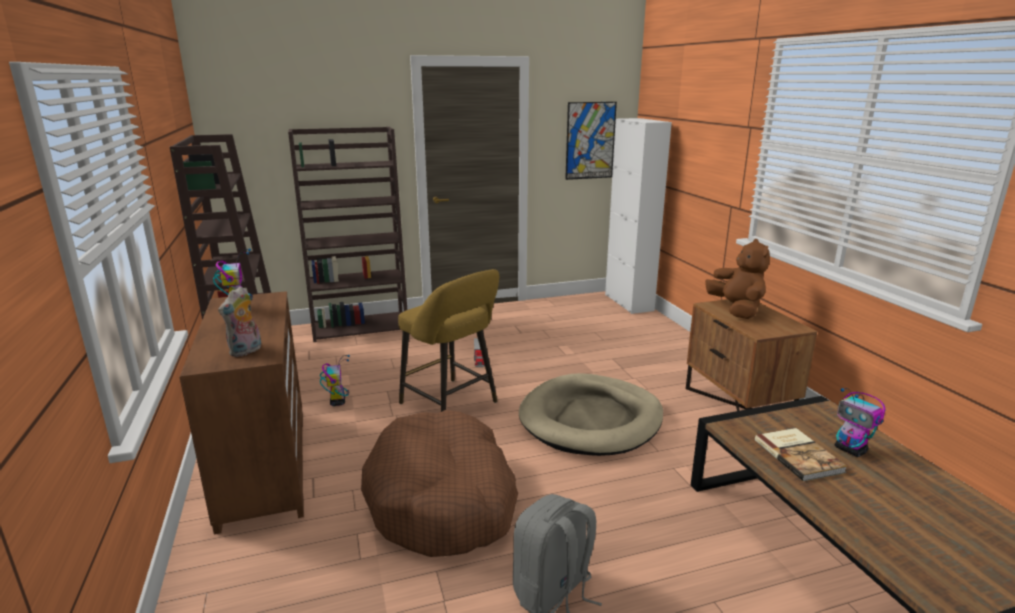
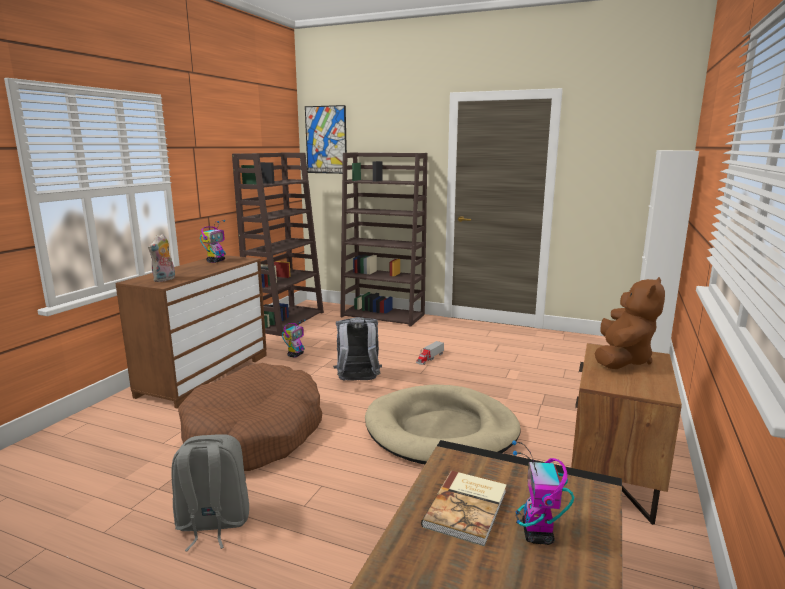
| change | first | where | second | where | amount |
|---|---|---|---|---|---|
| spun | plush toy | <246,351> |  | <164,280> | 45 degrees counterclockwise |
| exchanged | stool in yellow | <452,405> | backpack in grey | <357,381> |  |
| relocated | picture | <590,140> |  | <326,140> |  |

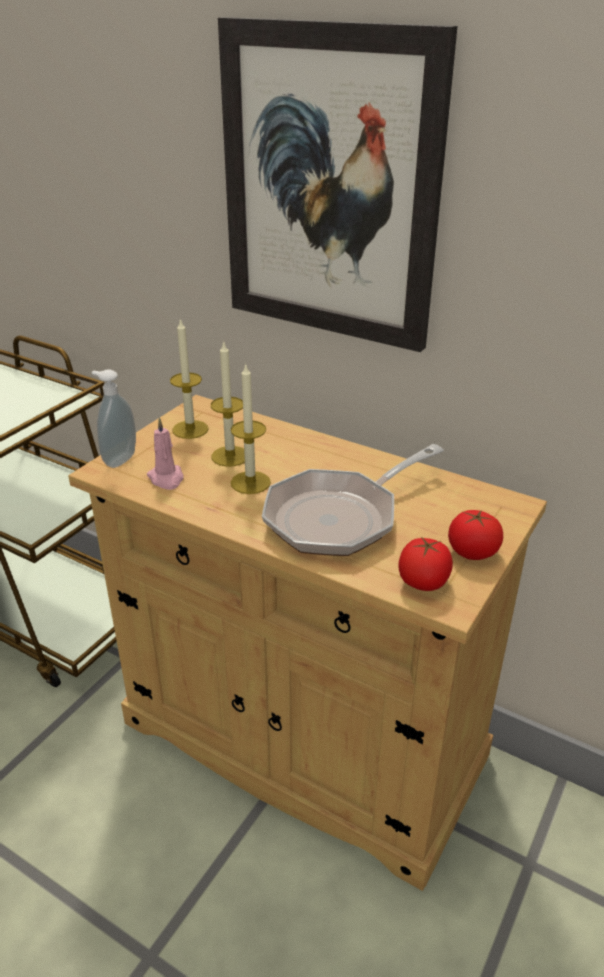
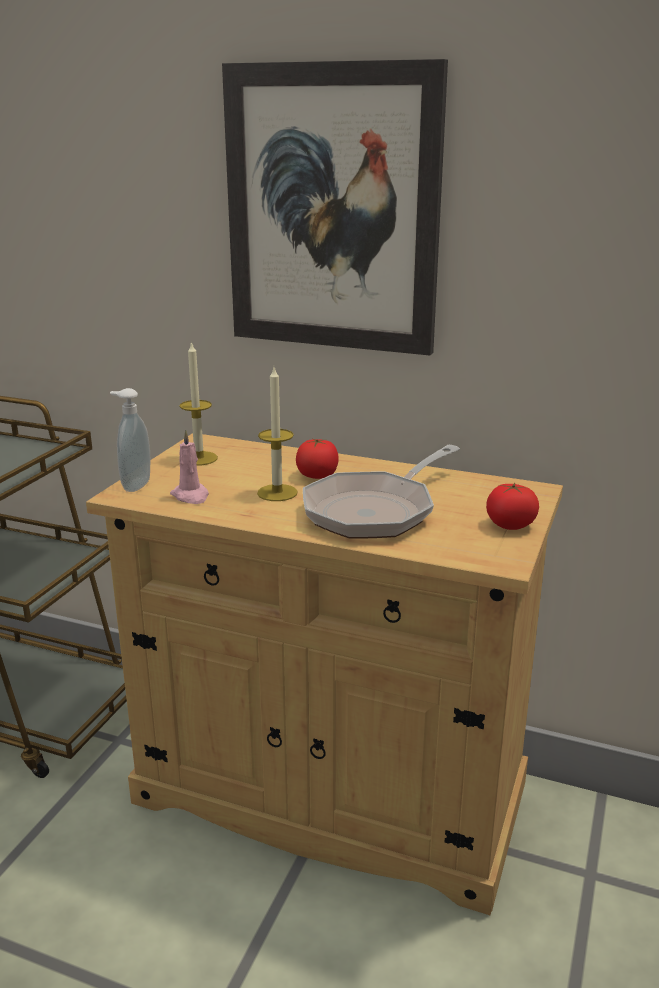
| change | first | where | second | where | amount |
|---|---|---|---|---|---|
| missing | candle | <230,456> |  |  |  |
| relocated | tomato | <423,582> |  | <317,476> |  |

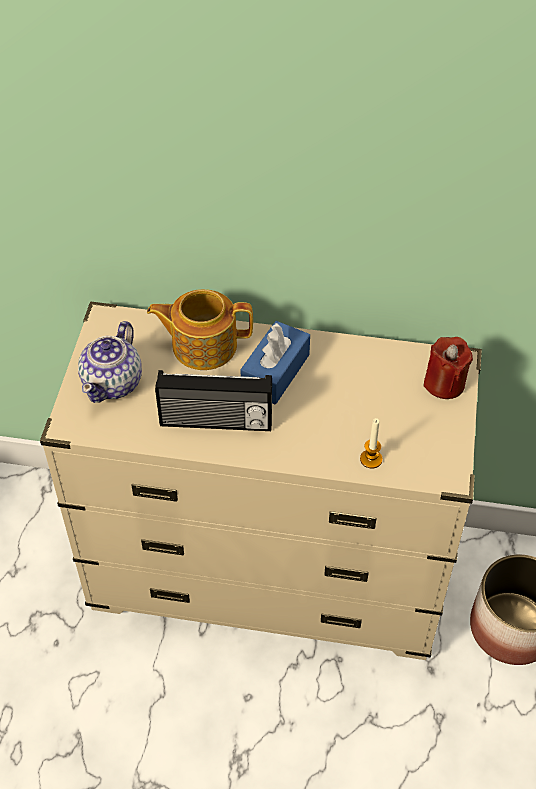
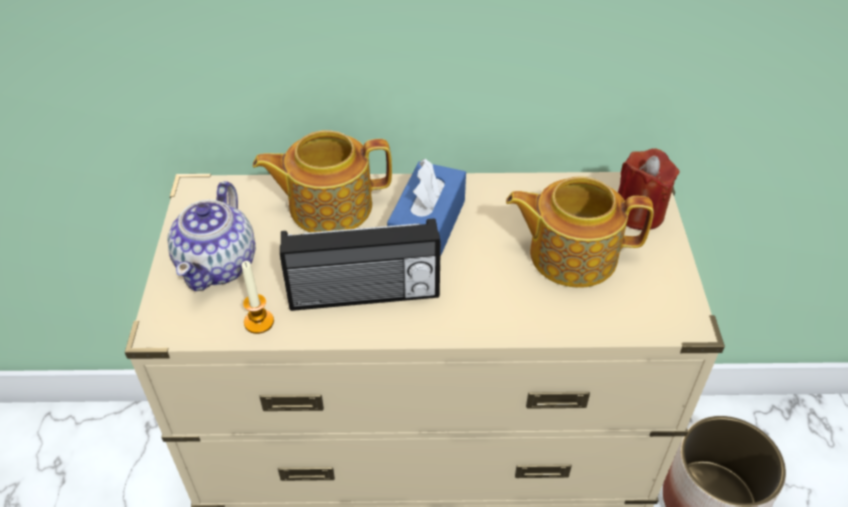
| change | first | where | second | where | amount |
|---|---|---|---|---|---|
| relocated | candle | <371,459> |  | <259,322> |  |
| appeared |  |  | teapot | <571,254> |  |

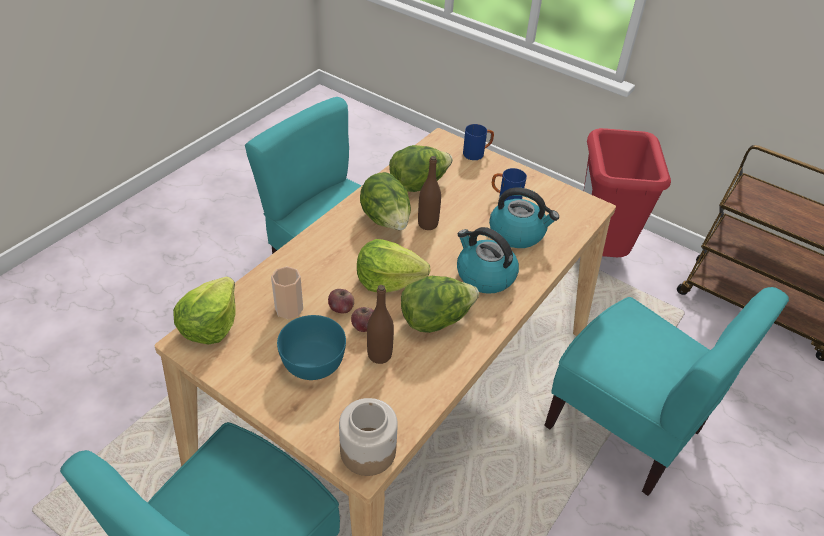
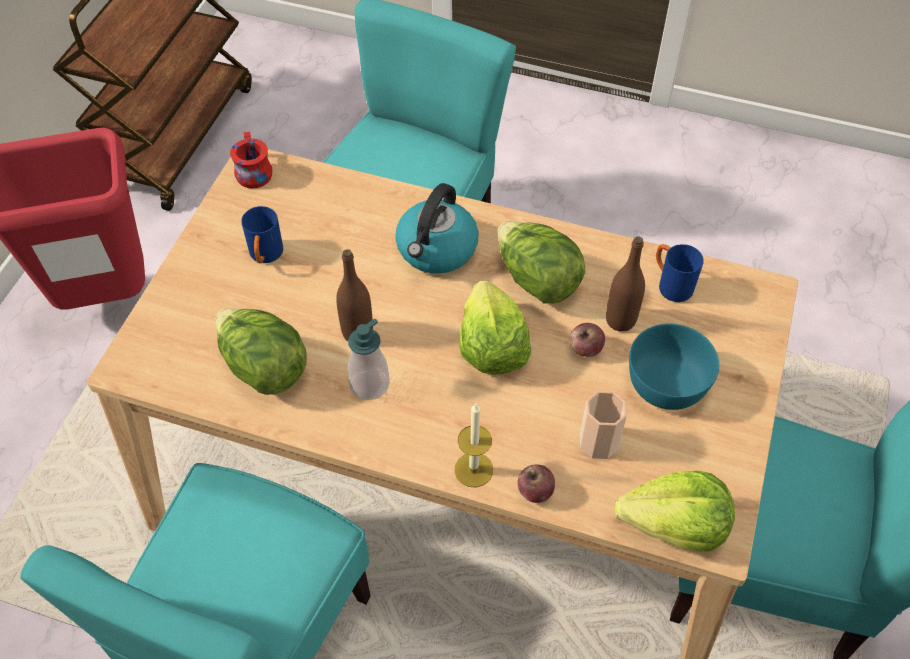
| change | first | where | second | where | amount |
|---|---|---|---|---|---|
| relocated | apple | <341,308> |  | <535,491> |  |
| missing | jar | <368,450> |  |  |  |
| exchanged | lettuce | <386,221> | soap dispenser | <369,384> |  |
| relocated | mug in blue | <477,153> |  | <670,284> |  |
| missing | kettle | <517,233> |  |  |  |
| appeared |  |  | mug in red | <250,172> |  |
| appeared |  |  | candle | <473,469> |  |

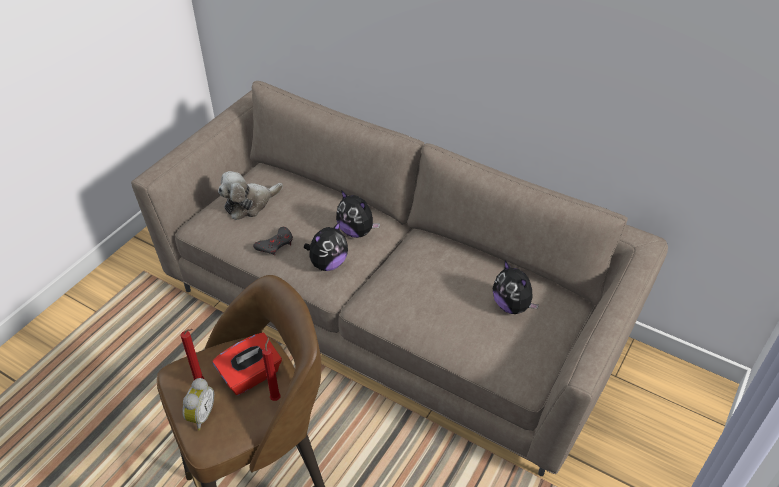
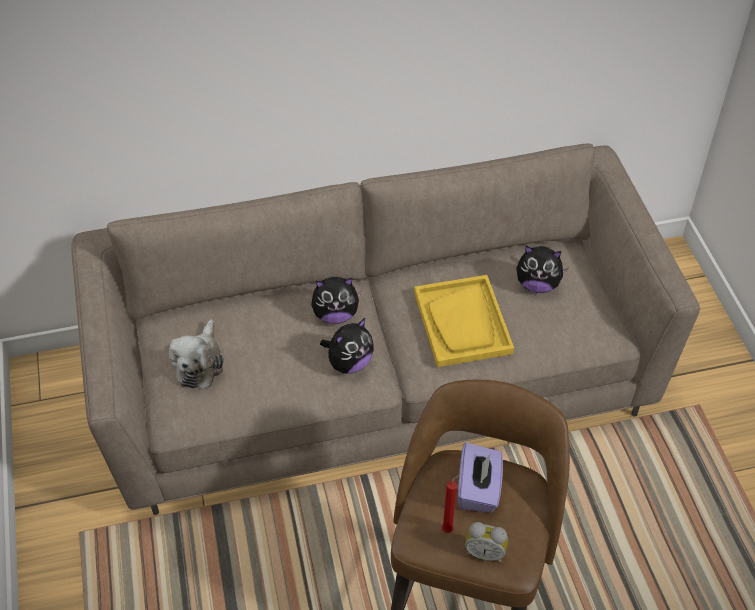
| change | first | where | second | where | amount |
|---|---|---|---|---|---|
| spun | alarm clock | <200,416> |  | <485,552> | 135 degrees clockwise |
| colour | tissue box in red | <251,376> | tissue box in purple | <478,489> |  |
| missing | game controller in grey | <275,244> |  |  |  |
| missing | candle in red | <276,397> |  |  |  |
| spun | plush toy | <328,263> |  | <349,363> | 45 degrees clockwise |
| appeared |  |  | tray in yellow | <463,323> |  |

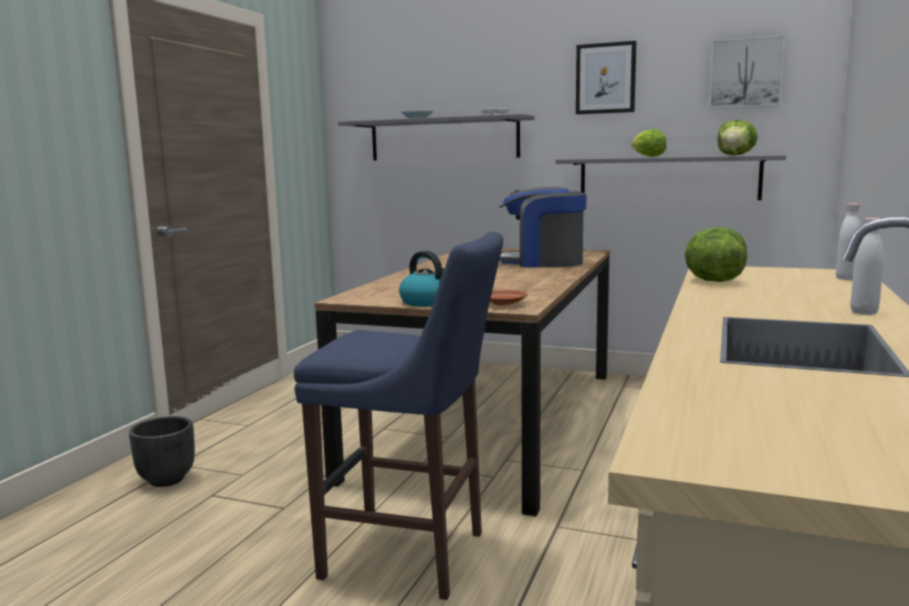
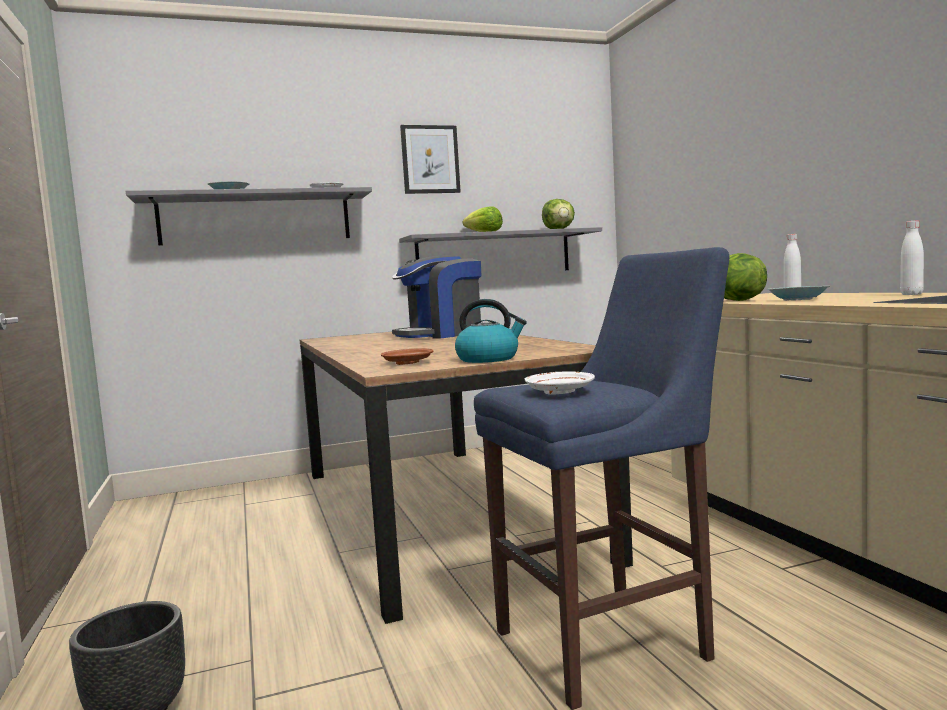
| change | first | where | second | where | amount |
|---|---|---|---|---|---|
| relocated | plate in brown | <503,304> |  | <407,363> |  |
| missing | picture | <745,73> |  |  |  |
| appeared |  |  | plate in white | <559,392> |  |
| appeared |  |  | bowl in turquoise | <796,300> |  |

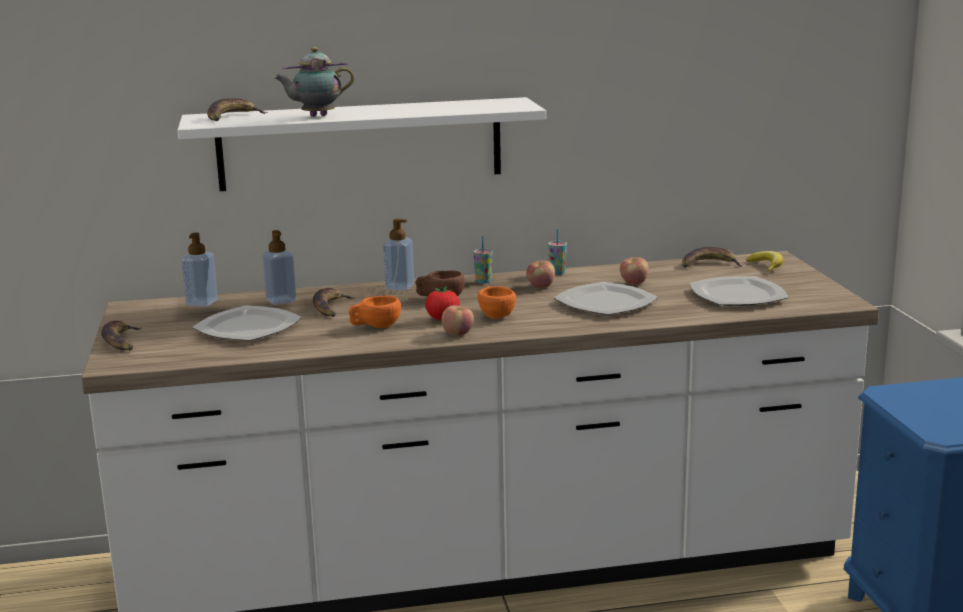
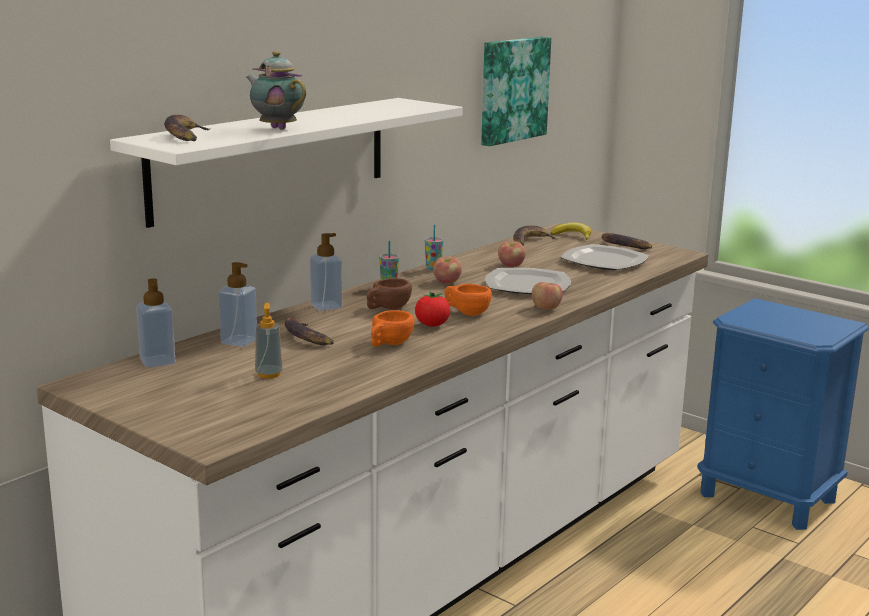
| change | first | where | second | where | amount |
|---|---|---|---|---|---|
| relocated | banana | <121,341> |  | <623,246> |  |
| exchanged | plate | <247,328> | soap dispenser | <269,374> |  |
| spun | teapot | <316,116> |  | <277,128> | 105 degrees clockwise |
| relocated | apple | <457,334> |  | <546,308> |  |
| appeared |  |  | picture | <512,89> |  |

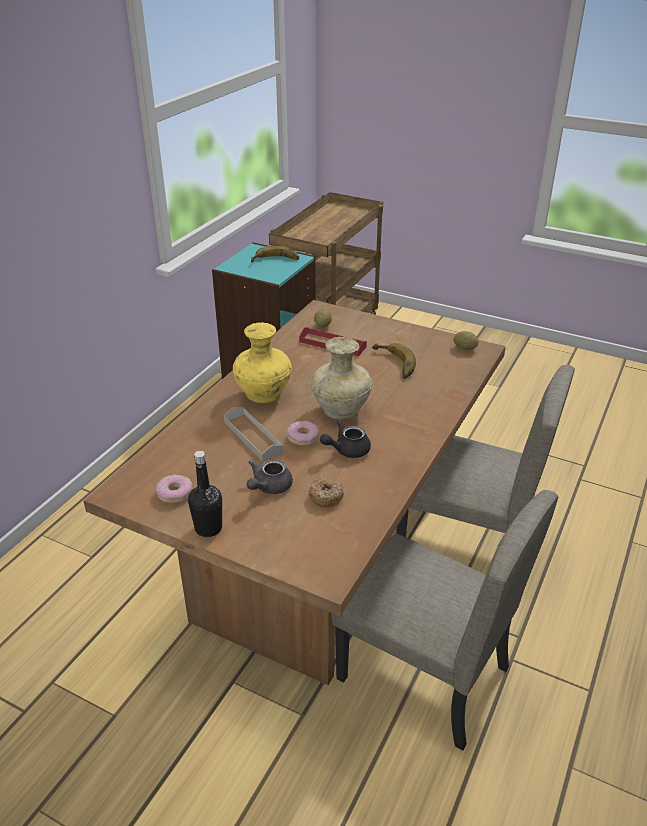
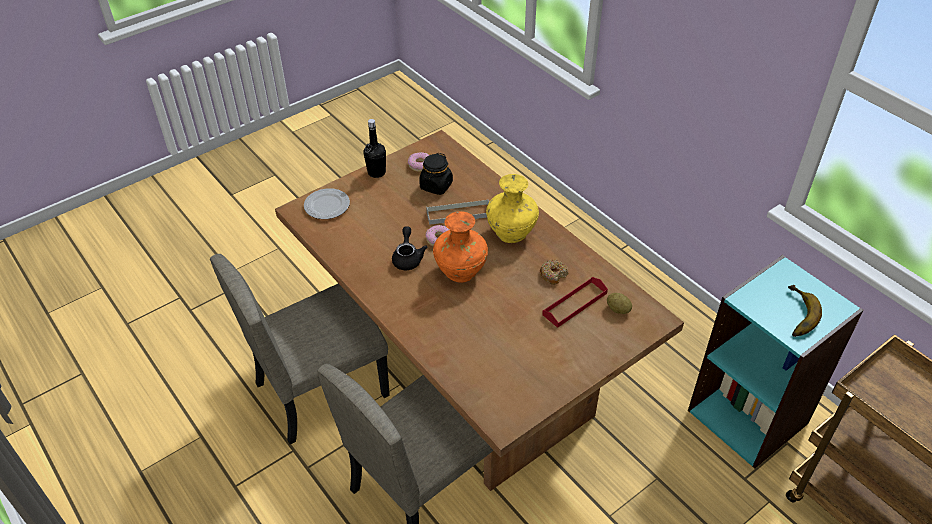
| change | first | where | second | where | amount |
|---|---|---|---|---|---|
| missing | teapot in grey | <269,487> |  |  |  |
| relocated | donut | <325,497> |  | <553,275> |  |
| colour | vase in beige | <342,411> | vase in orange | <460,272> |  |
| missing | banana | <392,364> |  |  |  |
| missing | potato | <464,348> |  |  |  |
| appeared |  |  | plate | <326,206> |  |
| appeared |  |  | jar in black | <436,186> |  |

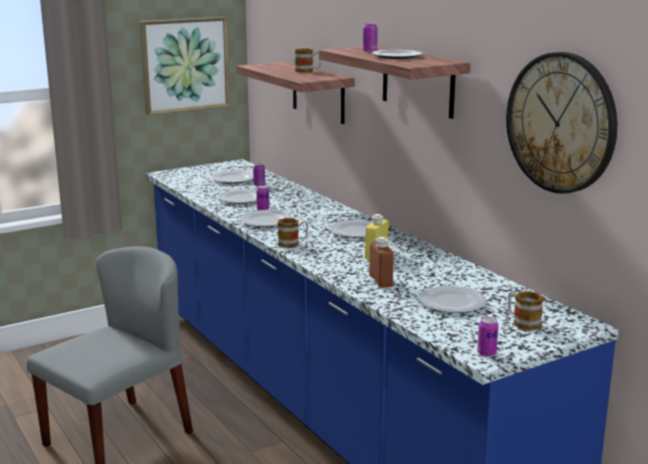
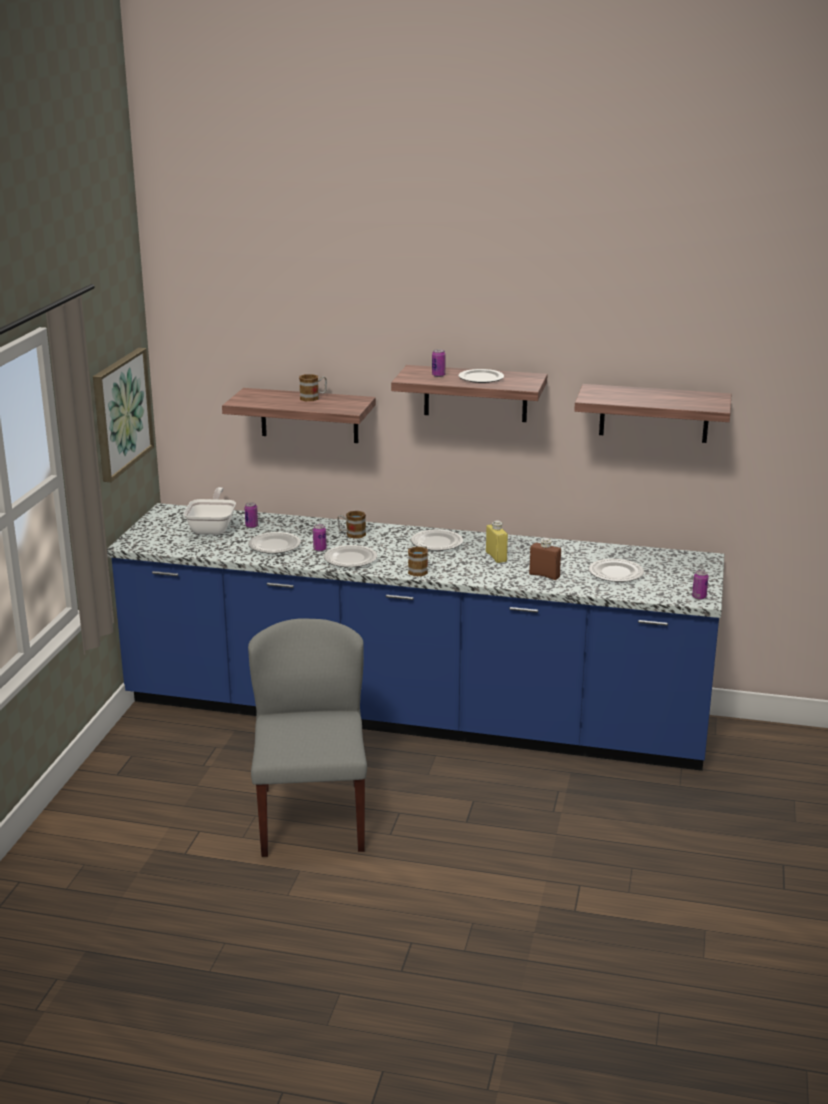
| change | first | where | second | where | amount |
|---|---|---|---|---|---|
| exchanged | plate | <234,179> | frying pan | <213,528> |  |
| exchanged | wall clock | <561,123> | shelf | <654,413> |  |
| relocated | mug | <522,322> |  | <351,534> |  |

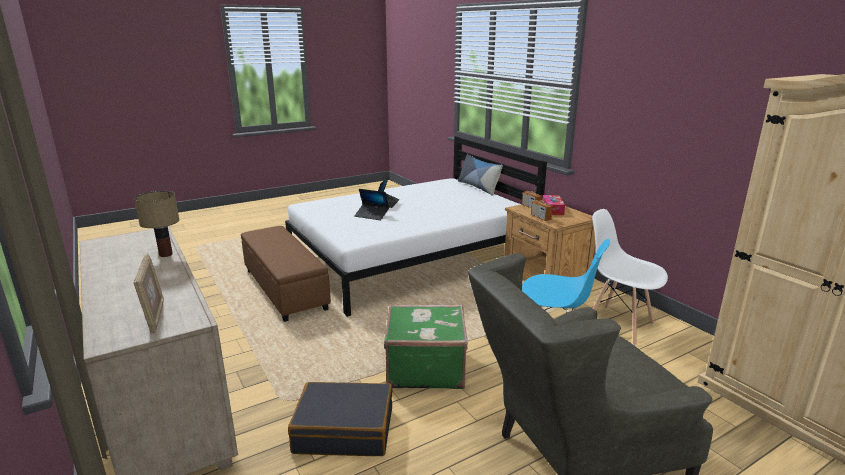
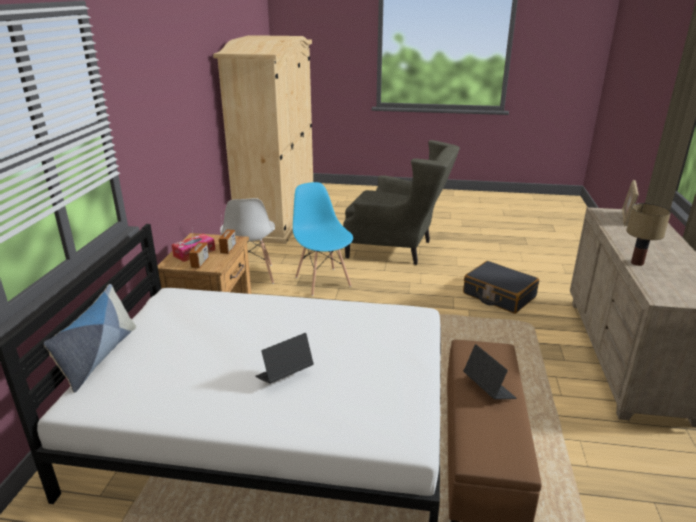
| change | first | where | second | where | amount |
|---|---|---|---|---|---|
| relocated | laptop | <372,215> |  | <488,389> |  |
| missing | suitcase in green | <425,368> |  |  |  |

